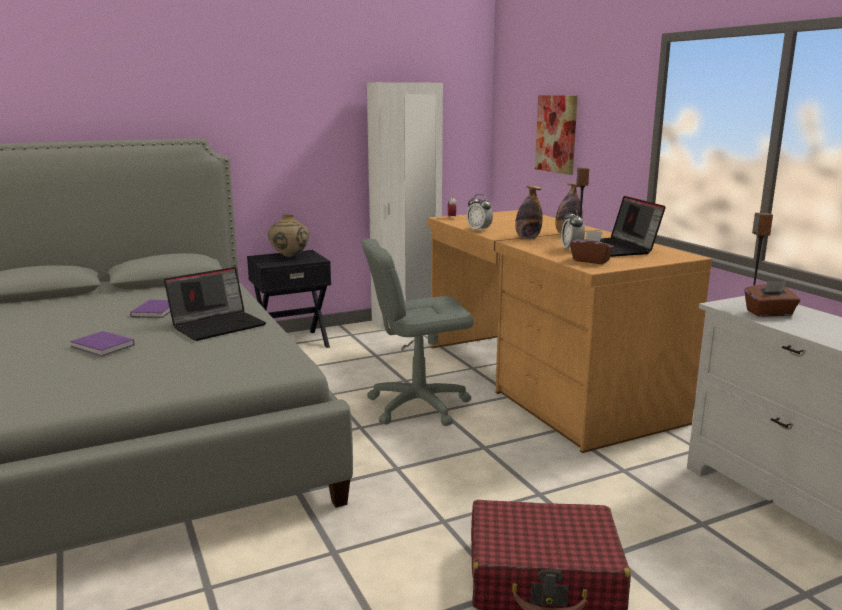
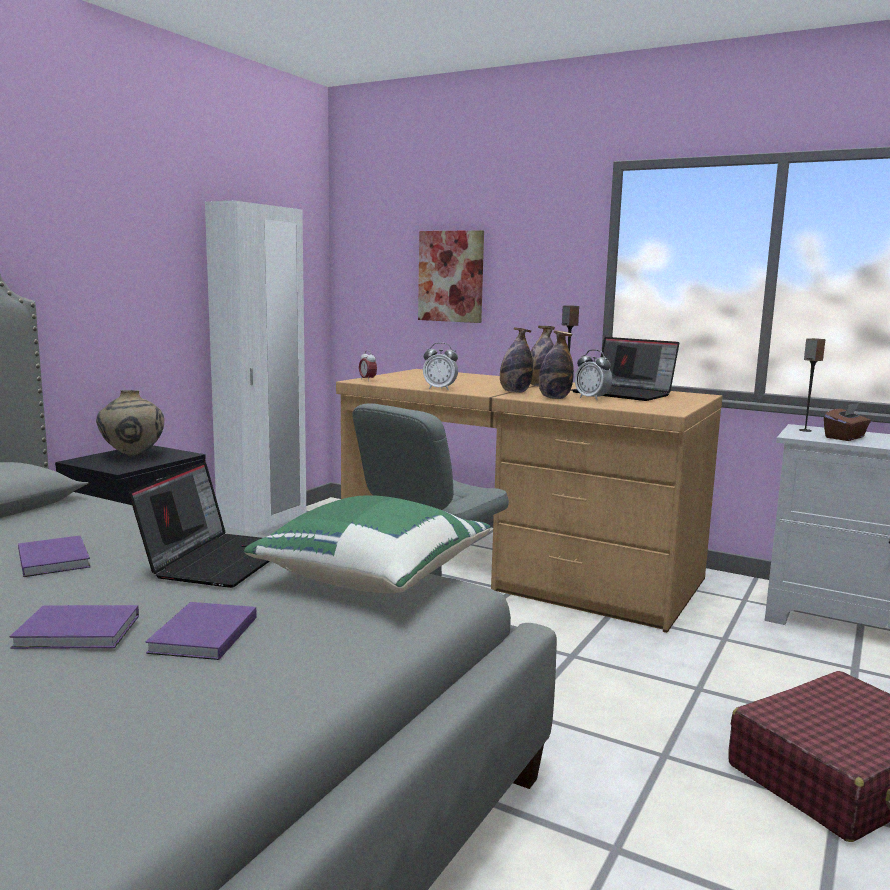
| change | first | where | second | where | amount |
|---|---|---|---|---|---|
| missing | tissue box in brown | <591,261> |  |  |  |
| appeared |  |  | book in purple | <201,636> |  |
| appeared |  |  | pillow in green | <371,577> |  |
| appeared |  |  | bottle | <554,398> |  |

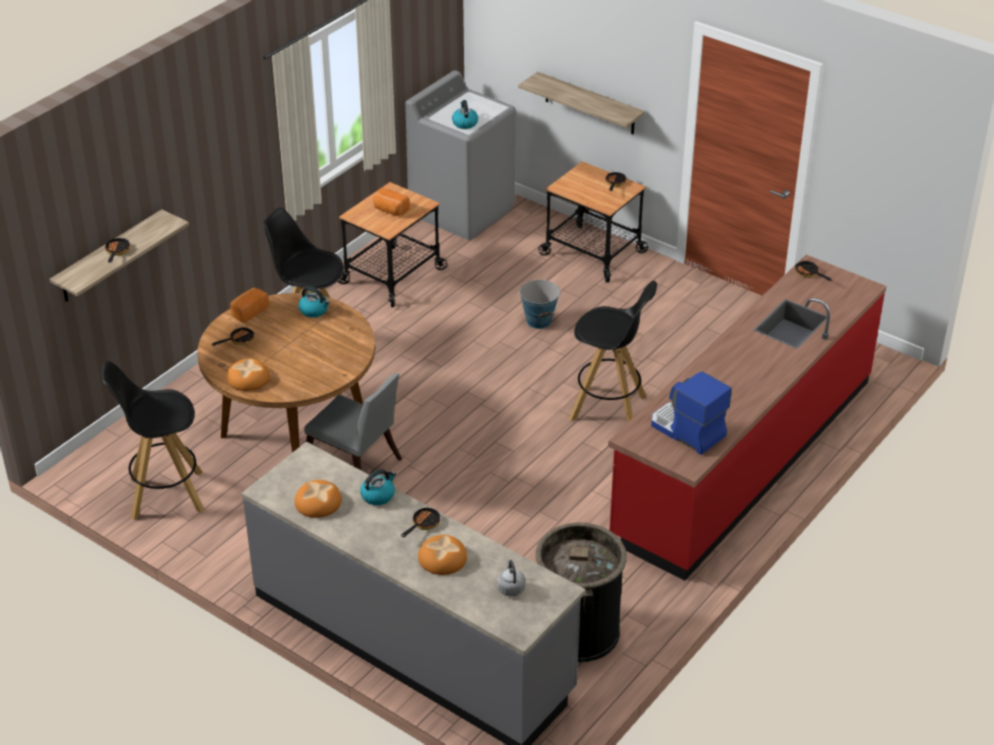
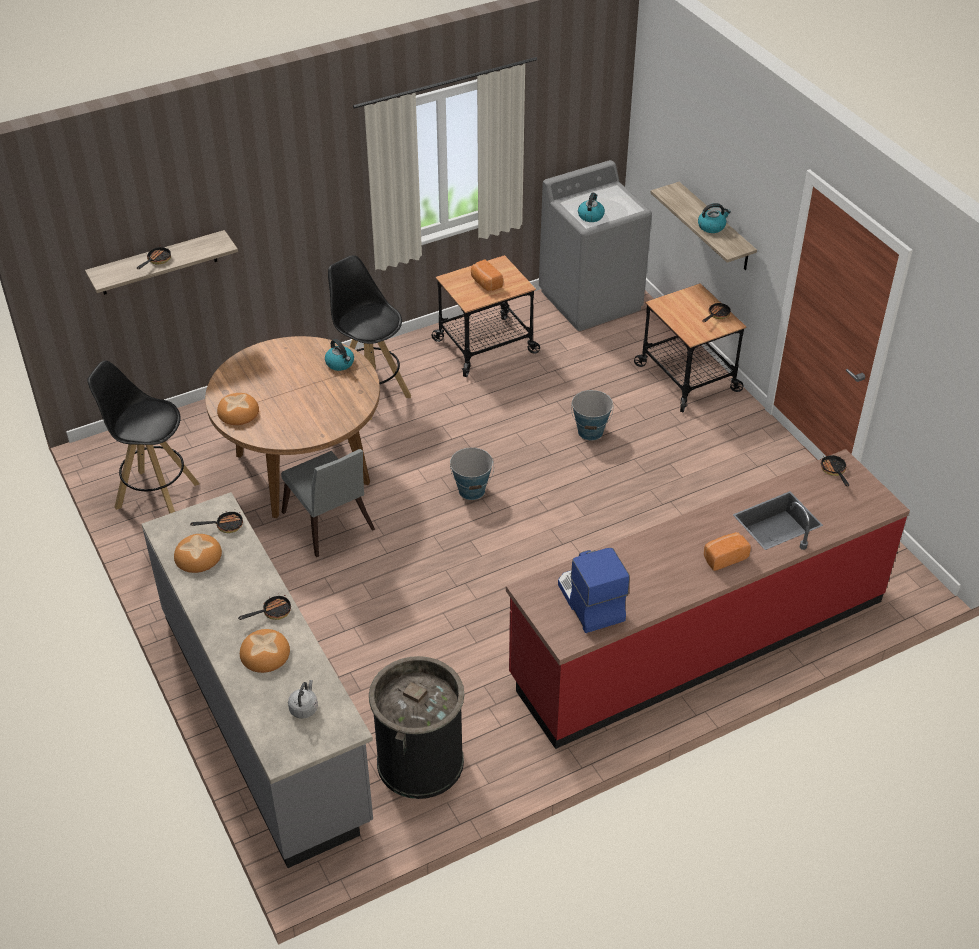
| change | first | where | second | where | amount |
|---|---|---|---|---|---|
| relocated | frying pan | <238,340> |  | <225,525> |  |
| relocated | bread | <248,311> |  | <724,557> |  |
| relocated | kettle | <378,495> |  | <712,226> |  |
| missing | stool in black | <609,408> |  |  |  |
| appeared |  |  | bucket | <472,490> |  |

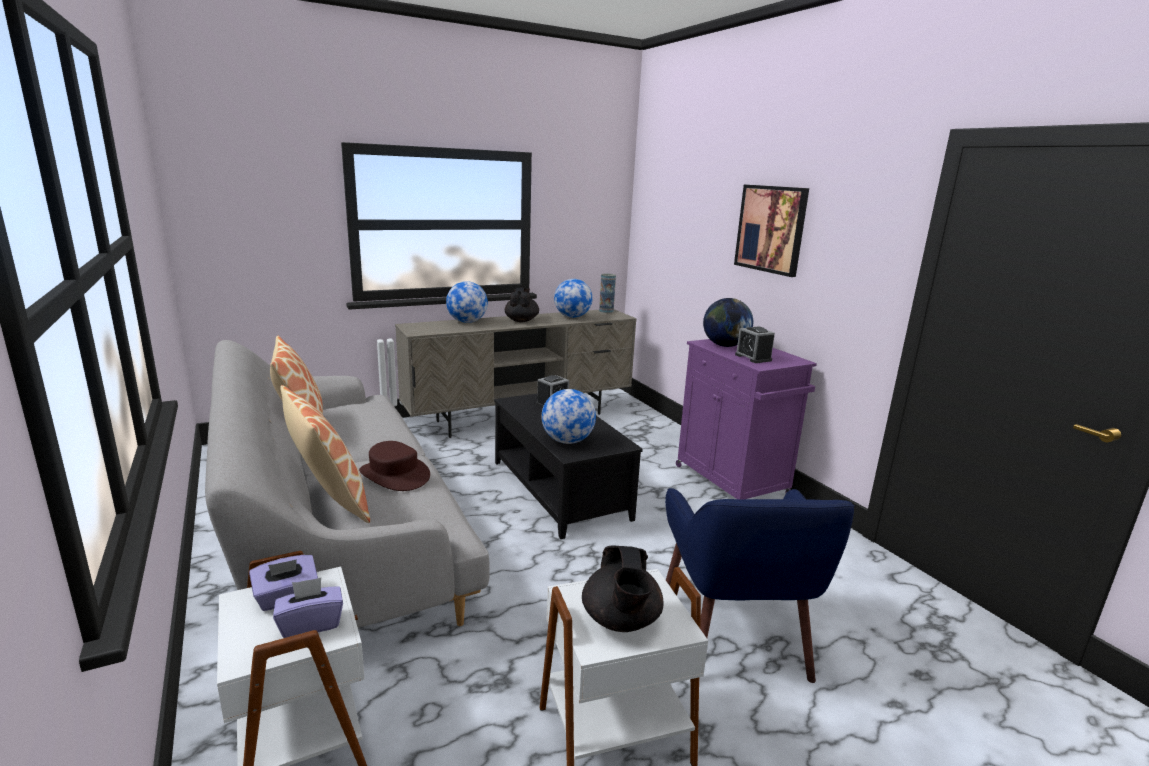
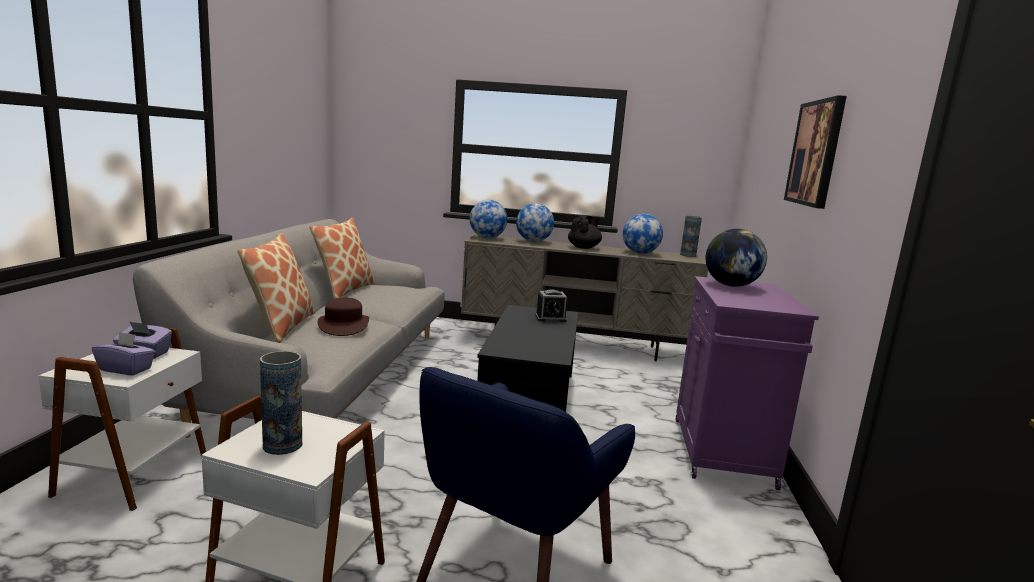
| change | first | where | second | where | amount |
|---|---|---|---|---|---|
| relocated | globe | <567,441> |  | <487,238> |  |
| exchanged | teapot in black | <621,621> | vase | <282,445> |  |
| missing | alarm clock | <753,357> |  |  |  |

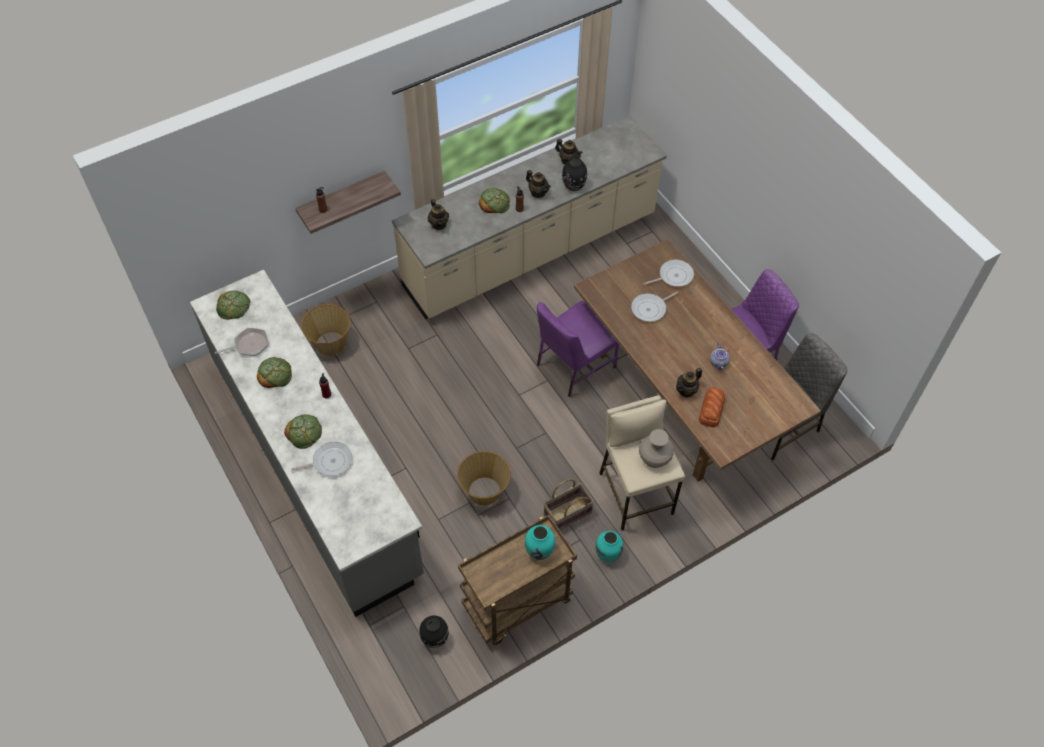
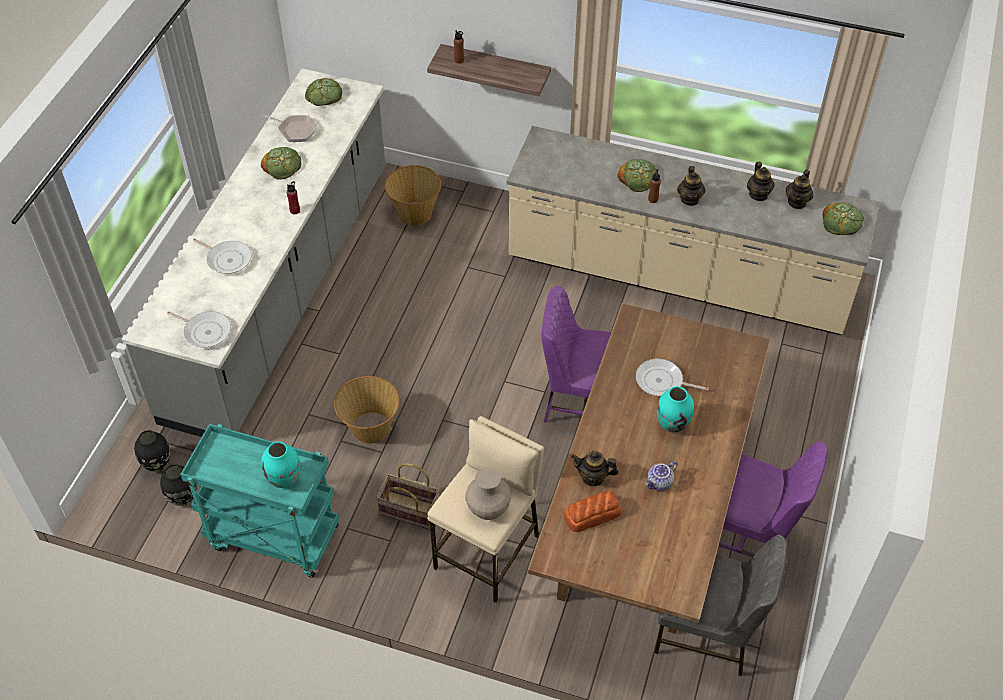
| change | first | where | second | where | amount |
|---|---|---|---|---|---|
| relocated | bread | <304,432> |  | <842,221> |  |
| relocated | teapot | <439,224> |  | <797,202> |  |
| colour | cart in brown | <517,605> | cart in turquoise | <272,537> |  |
| relocated | vase in black | <574,186> |  | <157,464> |  |
| relocated | vase in turquoise | <607,554> |  | <672,423> |  |
| relocated | frying pan | <673,276> |  | <205,331> |  |

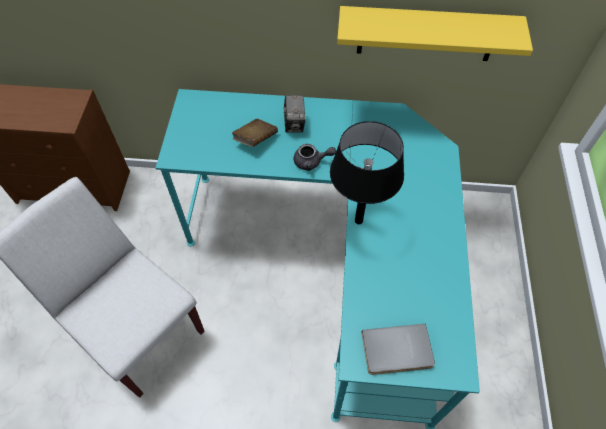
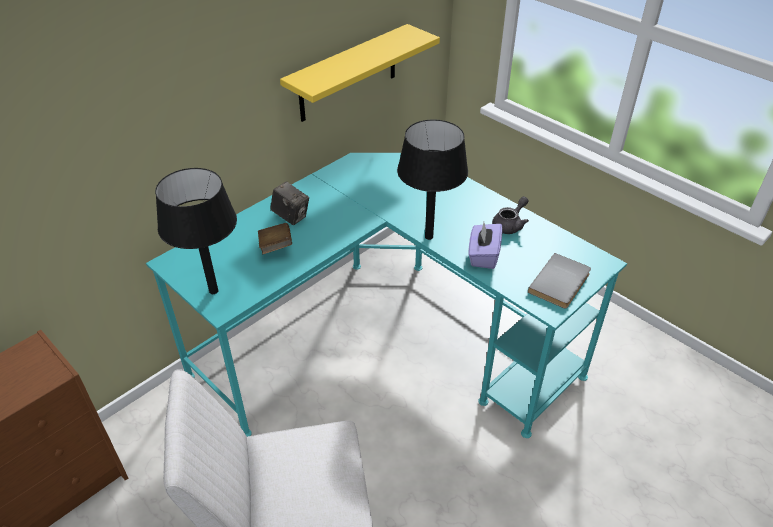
| change | first | where | second | where | amount |
|---|---|---|---|---|---|
| relocated | teapot in grey | <311,162> |  | <510,225> |  |
| appeared |  |  | table lamp in black | <213,291> |  |
| appeared |  |  | tissue box in purple | <483,255> |  |

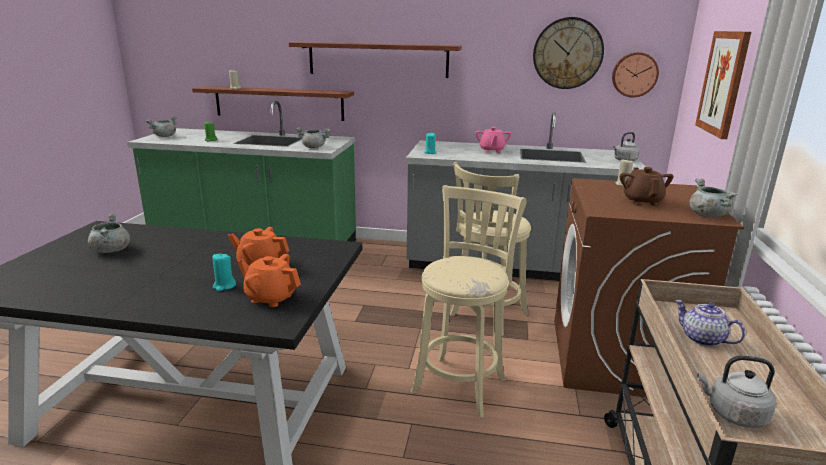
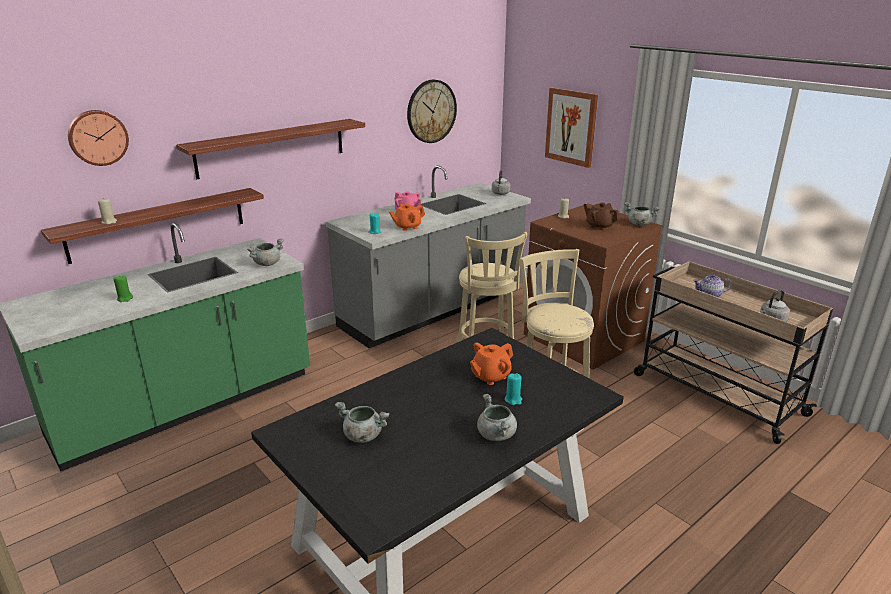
| change | first | where | second | where | amount |
|---|---|---|---|---|---|
| relocated | cooking pot in grey | <165,136> |  | <497,435> |  |
| relocated | teapot in orange | <271,298> |  | <407,227> |  |
| relocated | wall clock | <634,74> |  | <97,137> |  |

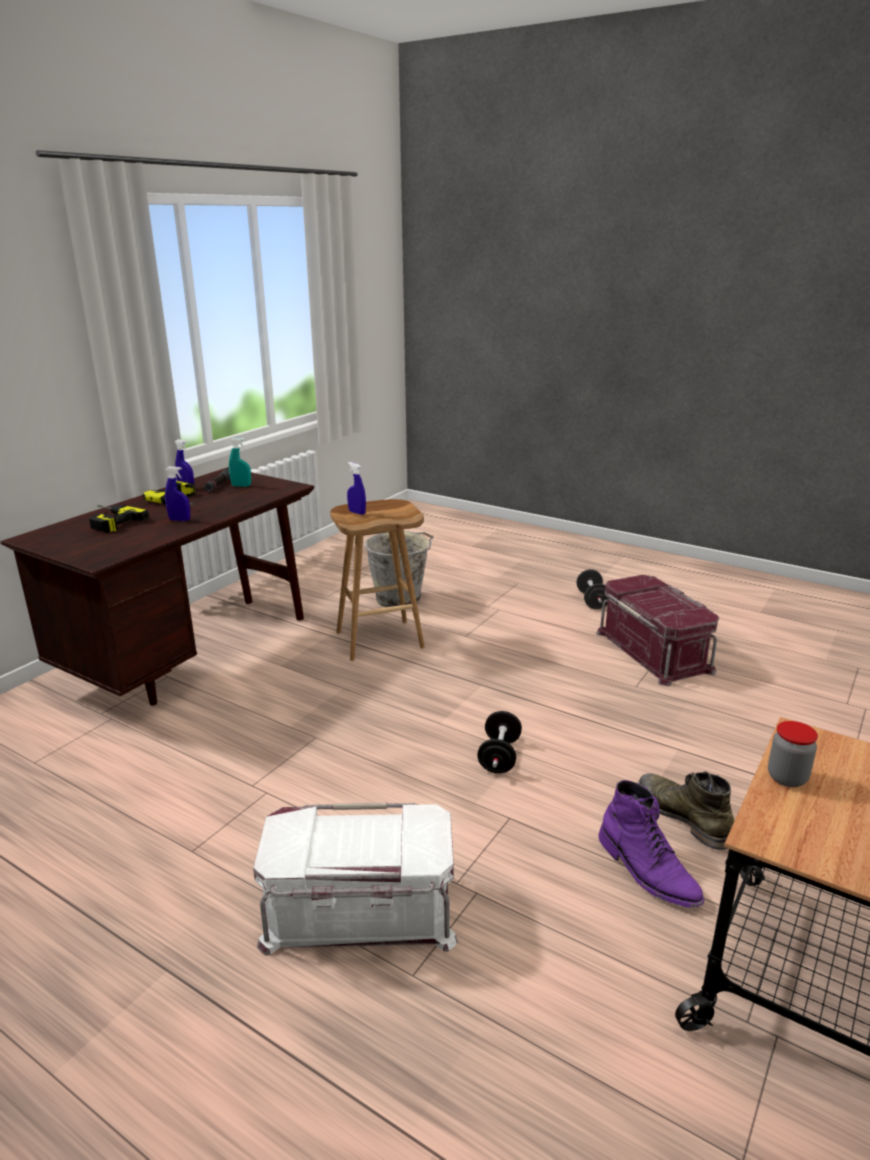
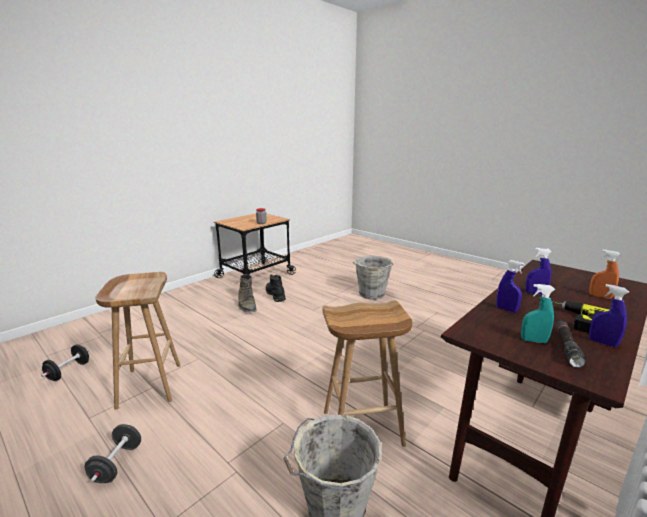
| change | first | where | second | where | amount |
|---|---|---|---|---|---|
| exchanged | power drill | <108,521> | spray bottle in orange | <600,296> |  |
| exchanged | storage box in white | <359,912> | bucket in grey | <371,294> |  |
| relocated | spray bottle in blue | <357,513> |  | <506,309> |  |
| relocated | dumbbell in black | <499,756> |  | <68,371> |  |
| exchanged | storage box in red | <655,651> | stool in brown | <149,385> |  |
| colour | boot in purple | <647,871> | boot in black | <275,294> |  |

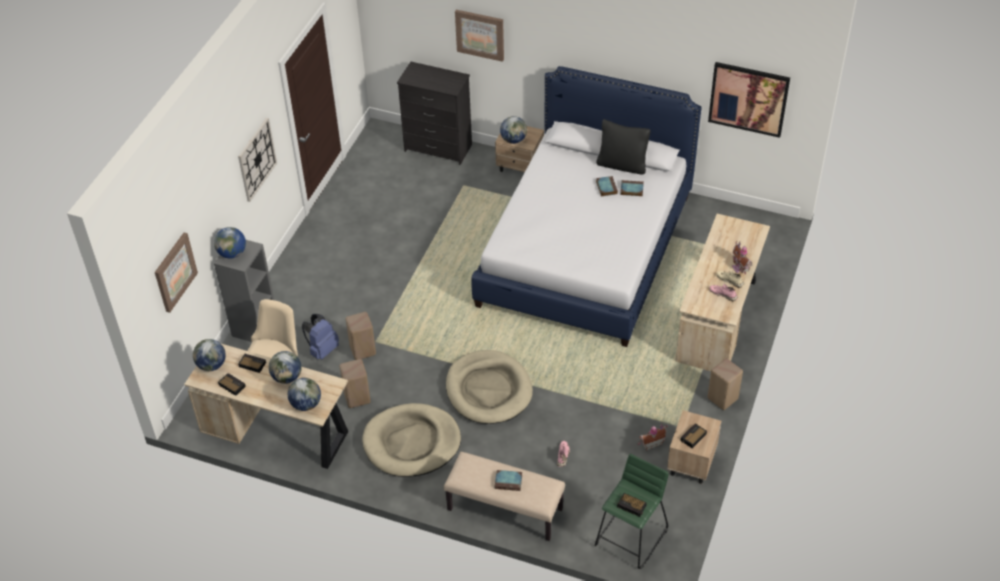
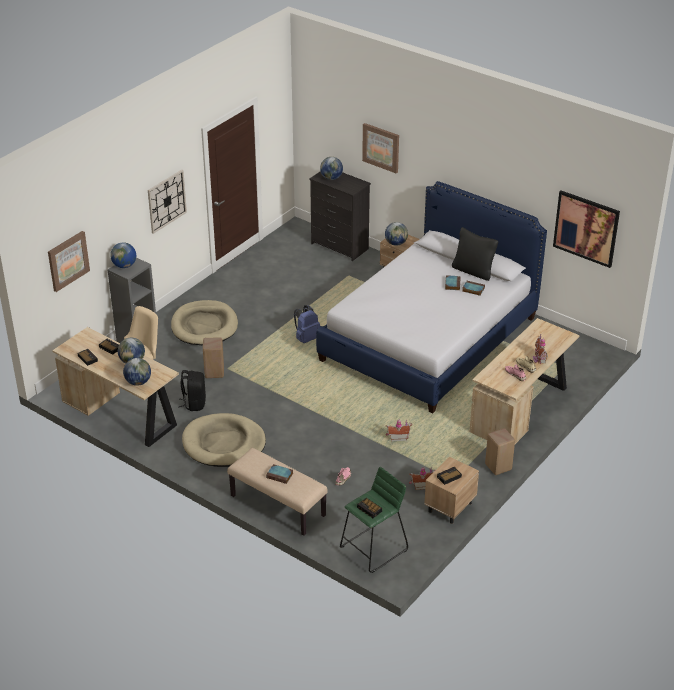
| change | first | where | second | where | amount |
|---|---|---|---|---|---|
| relocated | globe | <211,365> |  | <331,178> |  |
| relocated | backpack in blue | <322,349> |  | <307,338> |  |
| exchanged | stool in beige | <356,397> | backpack in black | <194,403> |  |
| relocated | dog bed in beige | <488,390> |  | <204,326> |  |
| appeared |  |  | toy house | <398,438> |  |

